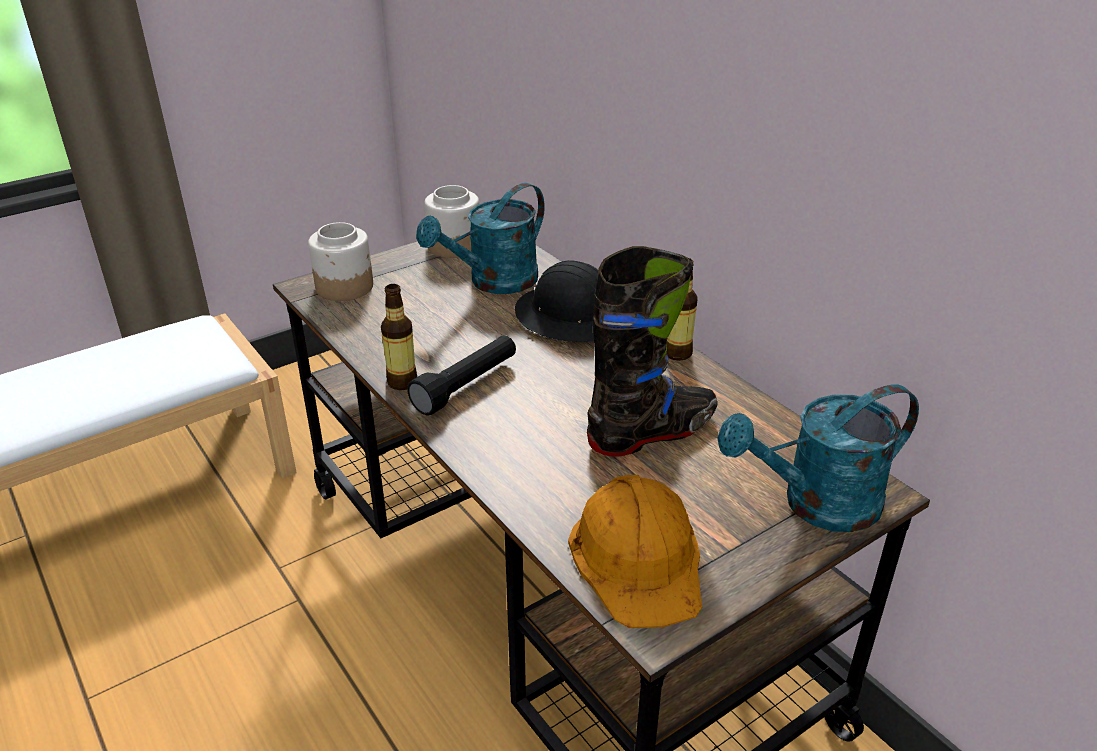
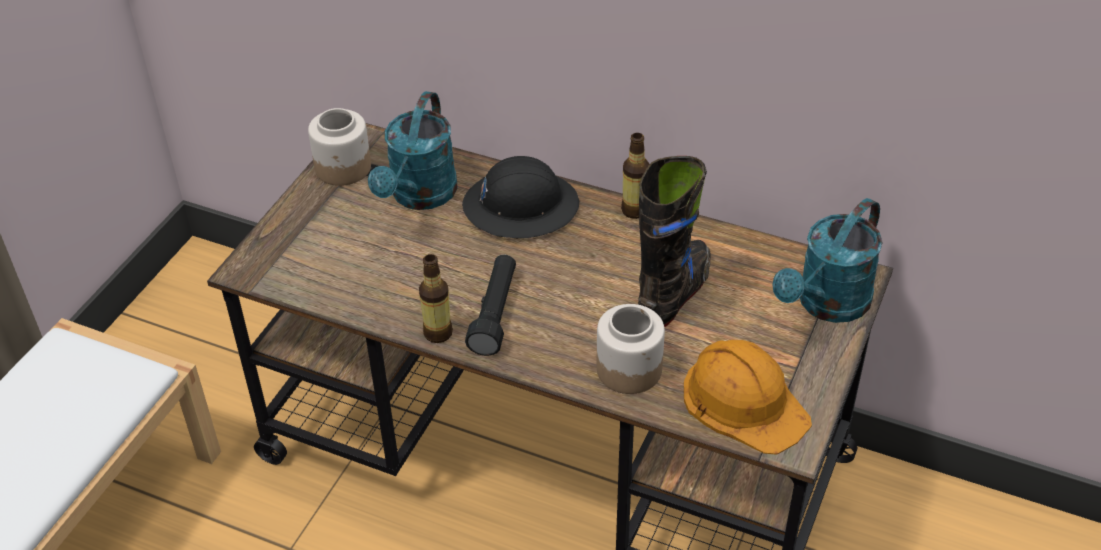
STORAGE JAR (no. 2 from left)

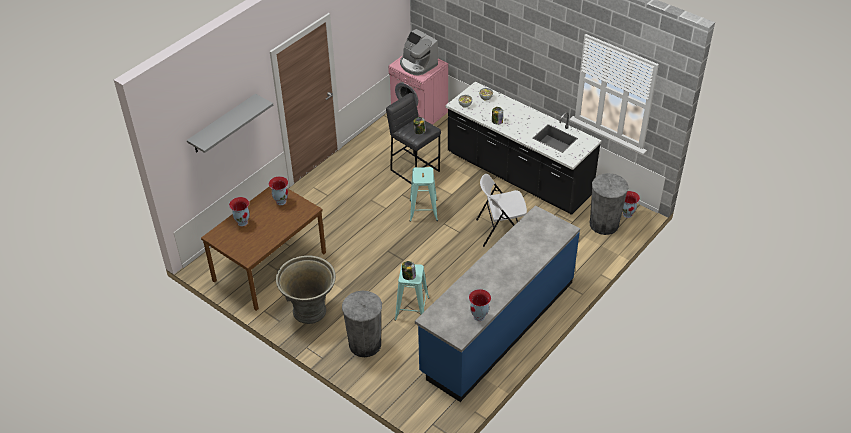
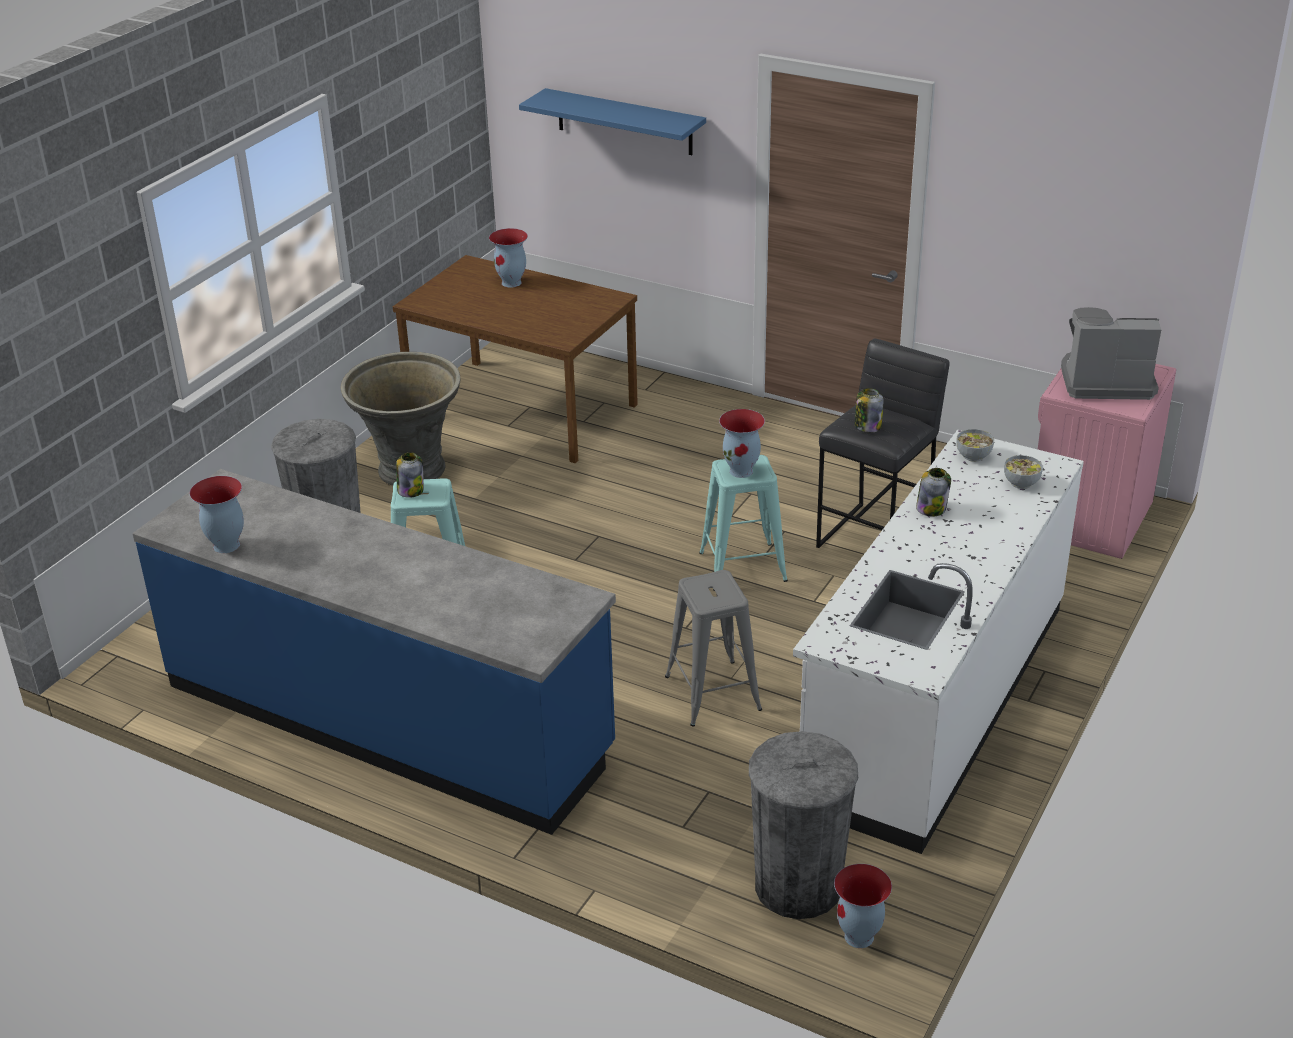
BLUISH WALL SHELF; FLOWER VASE (no. 3 from left); COFFEE MACHINE; WHITE KITCHEN COUNTER; GRAY STOOL SEAT (no. 1 from left)

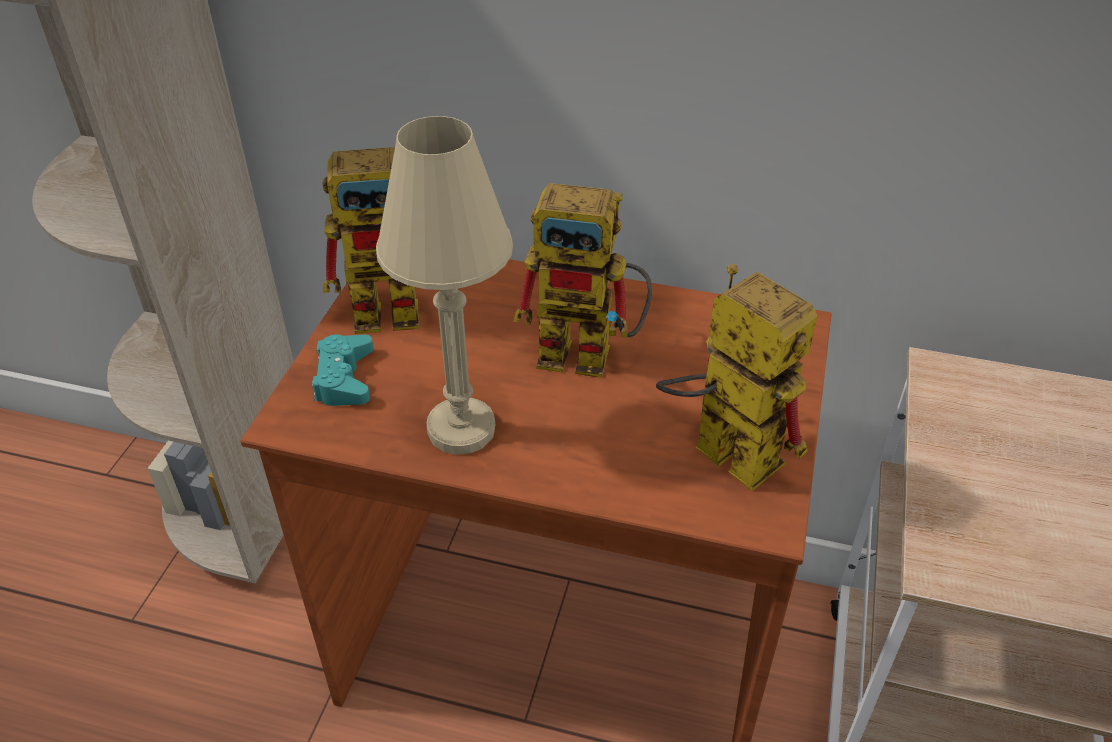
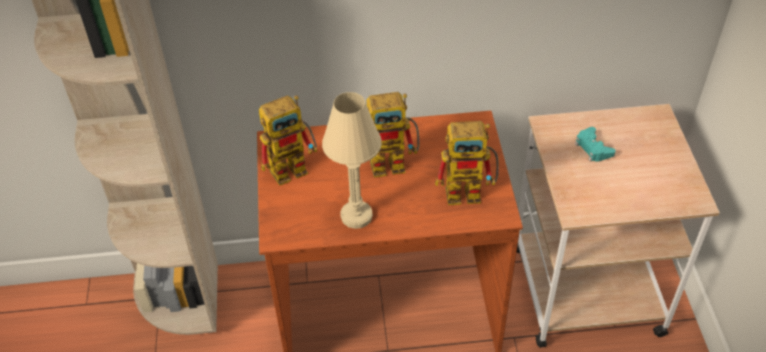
TURQUOISE-COLOURED GAME CONTROLLER; ROBOT FIGURE (no. 3 from left)

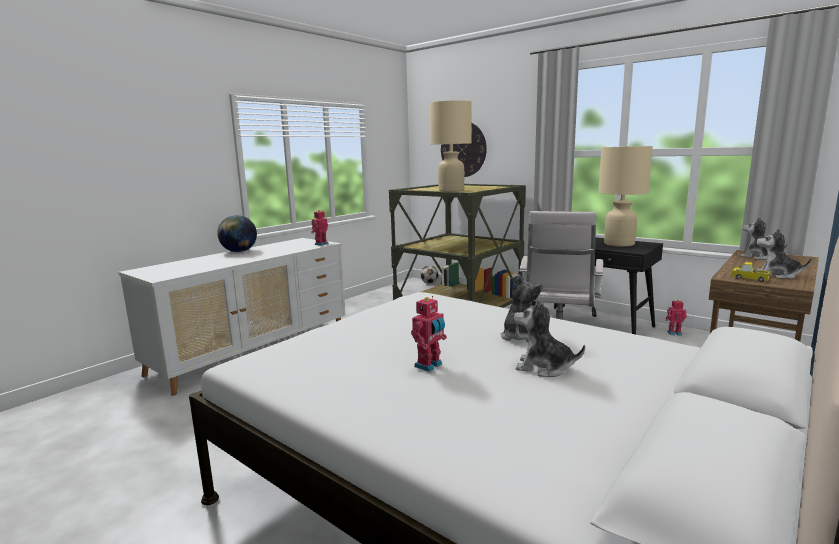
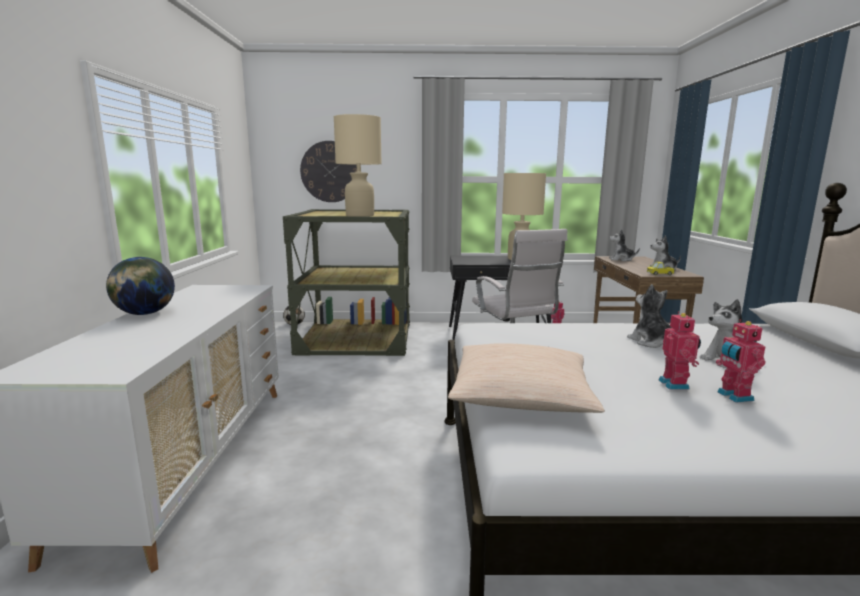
ROBOT FIGURE (no. 3 from left); BEIGE PILLOW

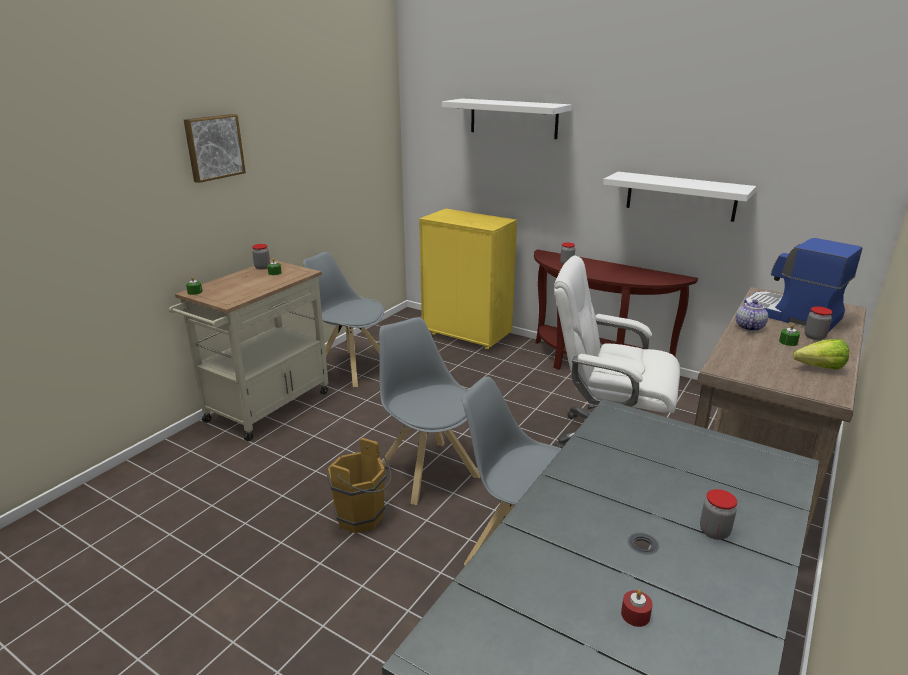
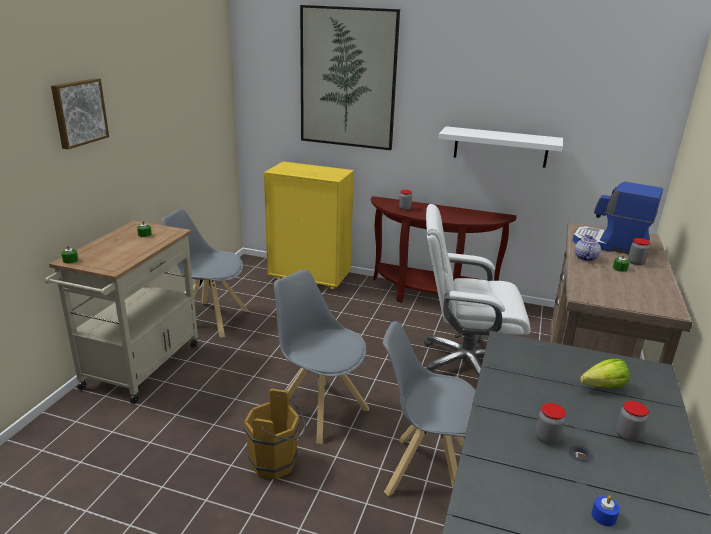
STORAGE JAR (no. 2 from left); PICTURE (no. 2 from left); BLUISH WAX CANDLE; HEAD OF LETTUCE

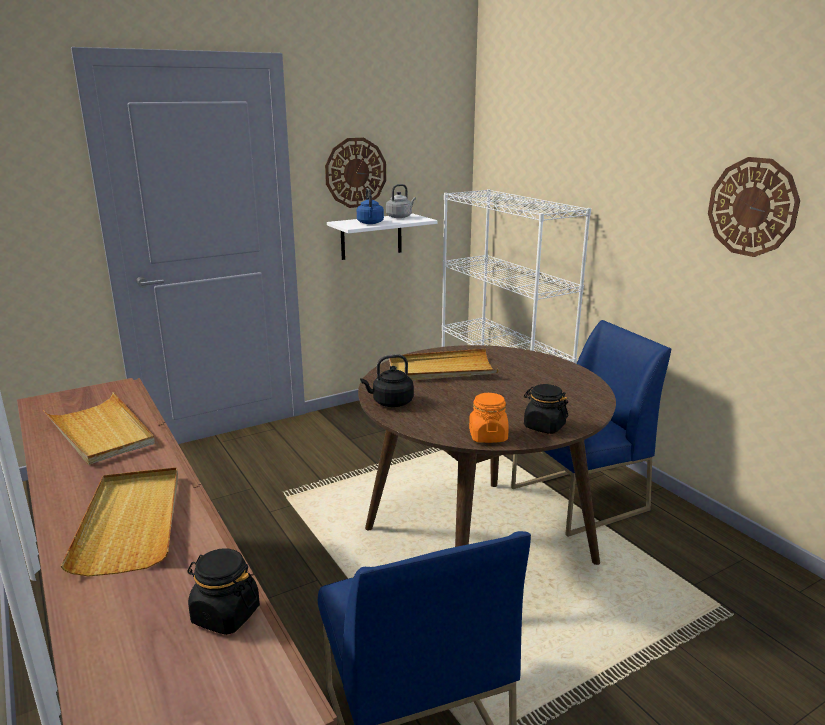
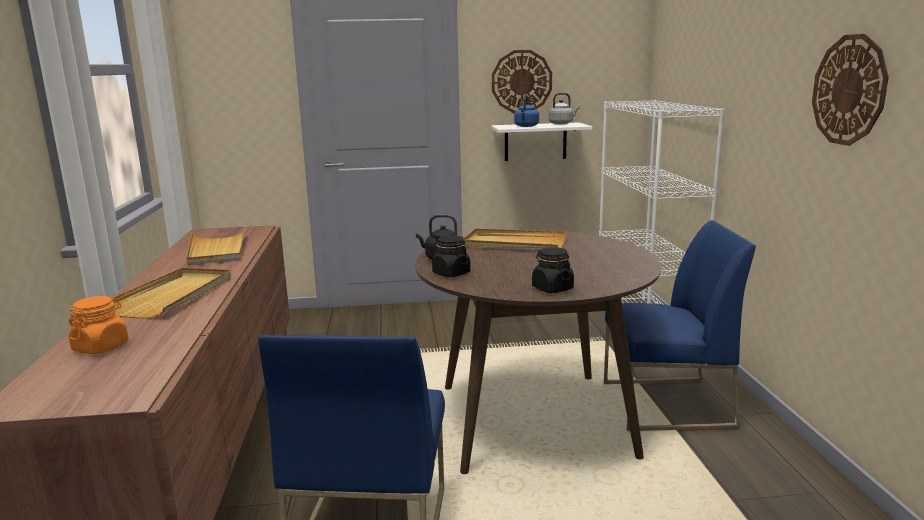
BLACK-COLOURED STORAGE JAR (no. 1 from left); ORANGE-COLOURED STORAGE JAR

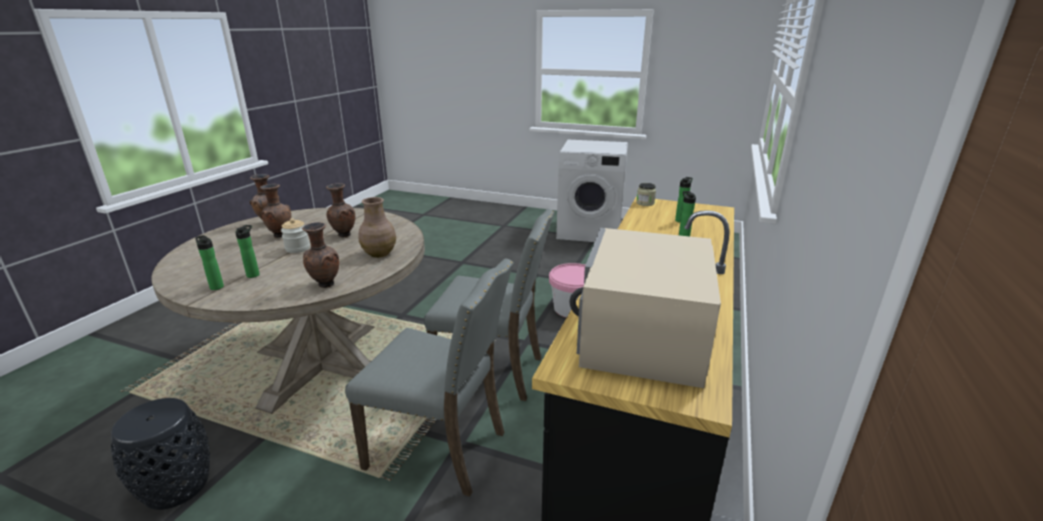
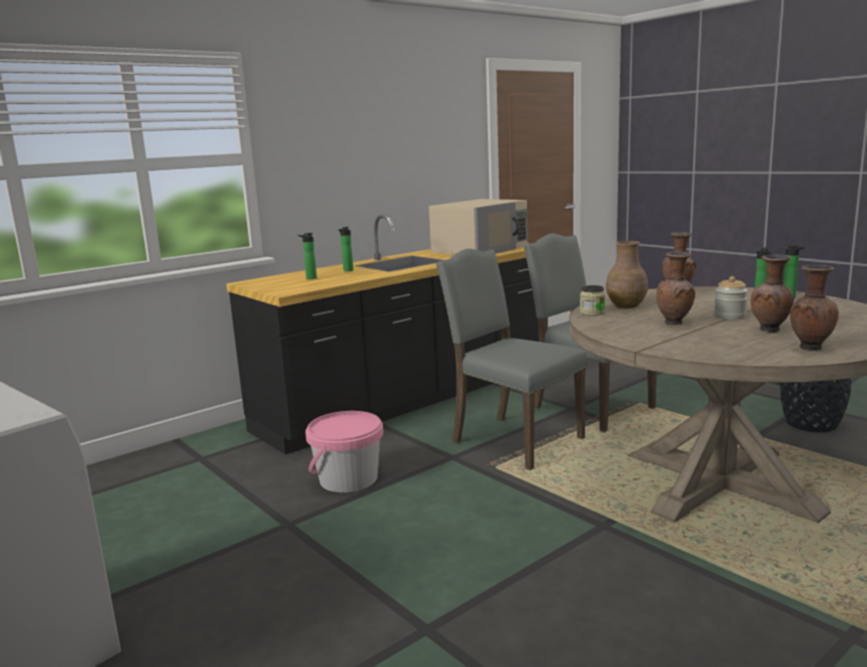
STORAGE JAR (no. 1 from left)

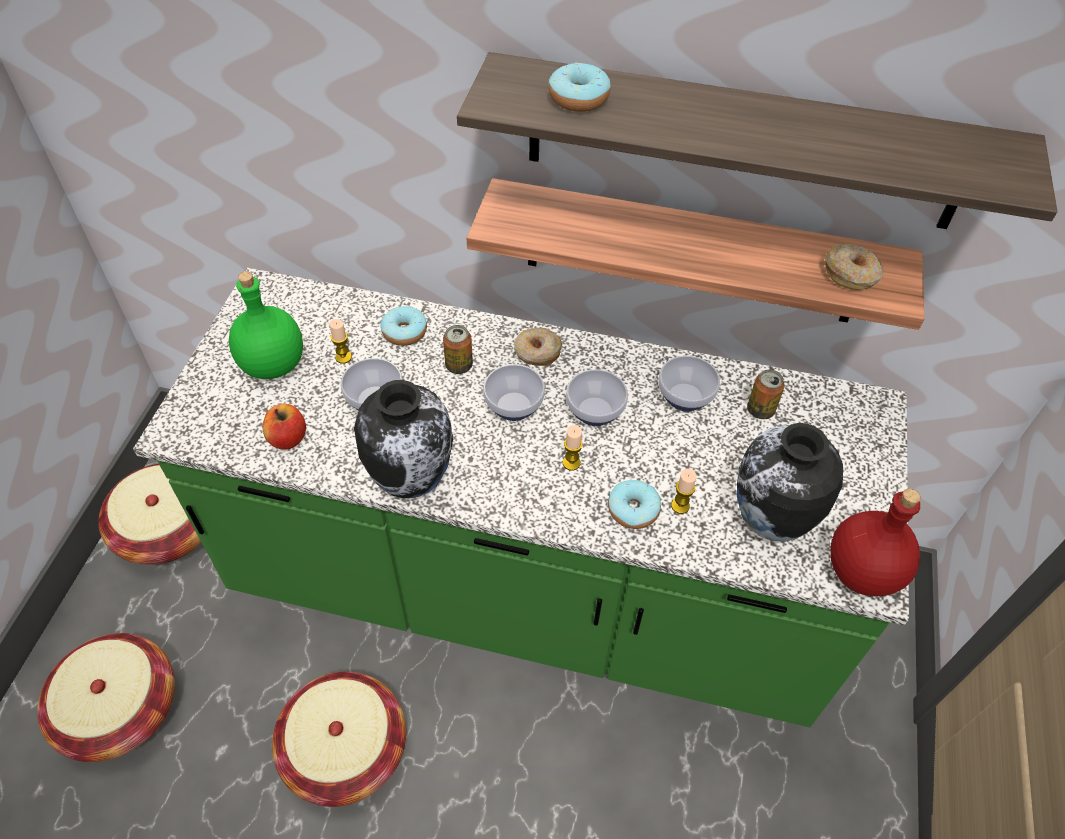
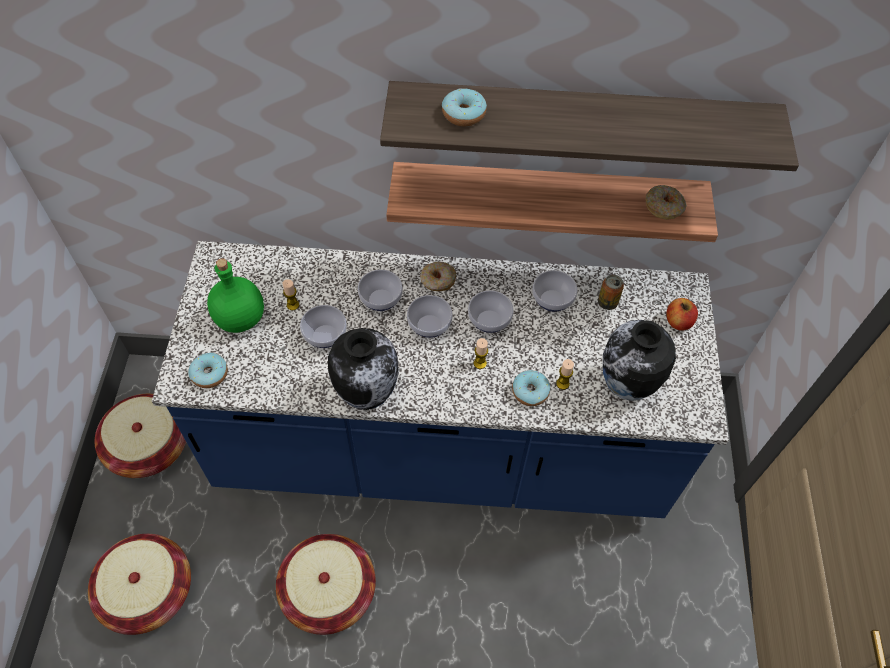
BLUISH KITCHEN COUNTER; WHOLE APPLE; DOUGHNUT (no. 1 from left); DEEP DISH (no. 2 from left); RED BOTTLE

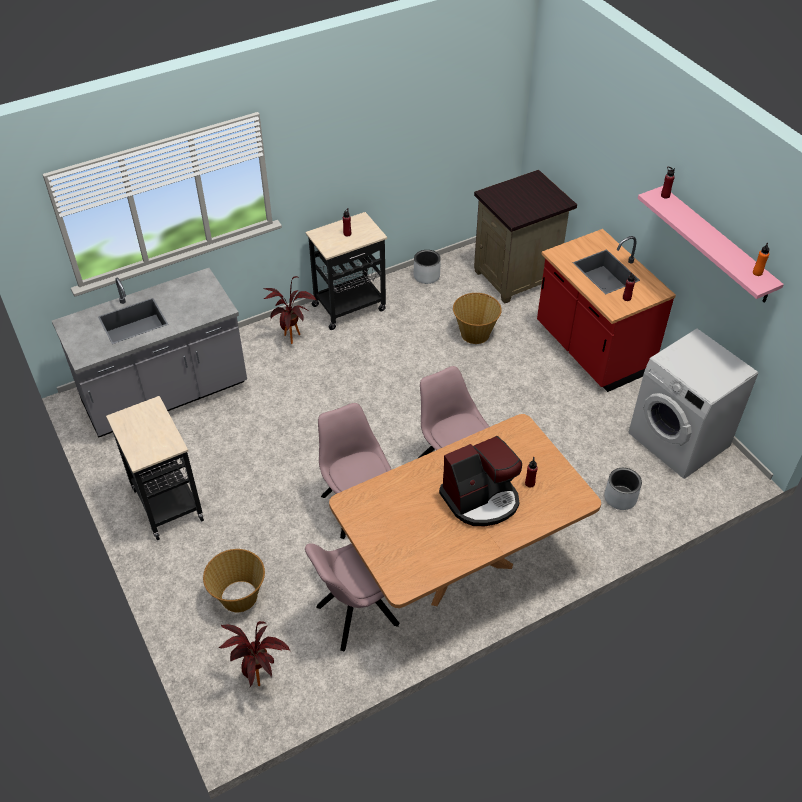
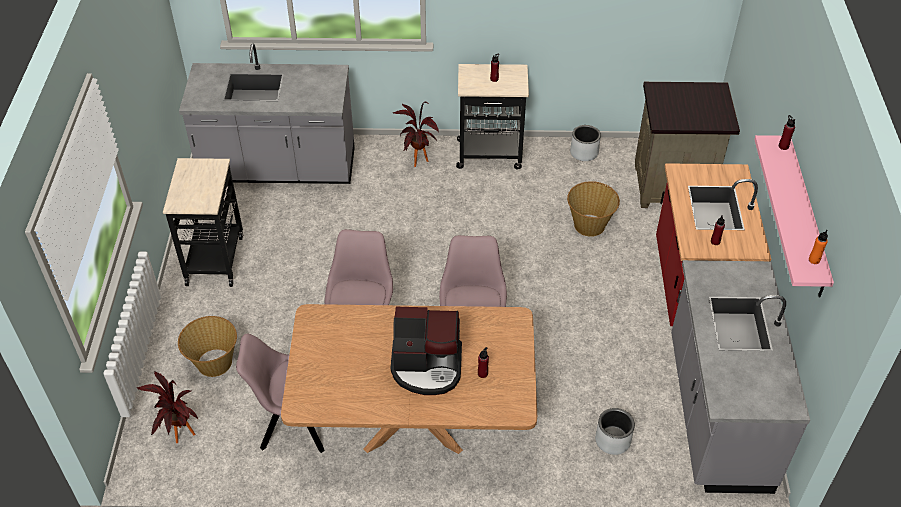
GRAY KITCHEN COUNTER (no. 2 from left)

